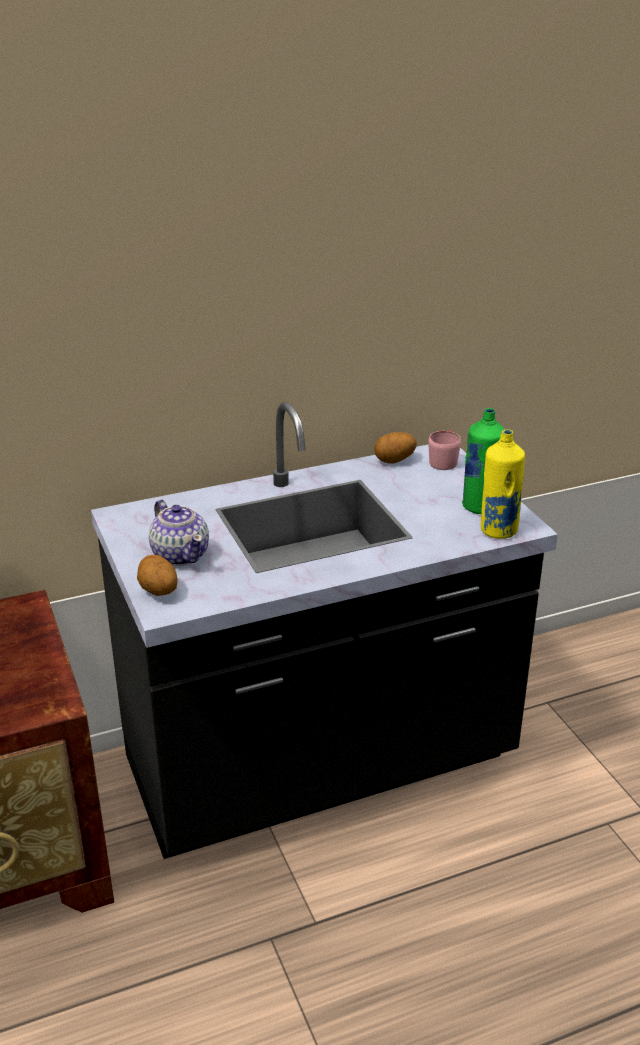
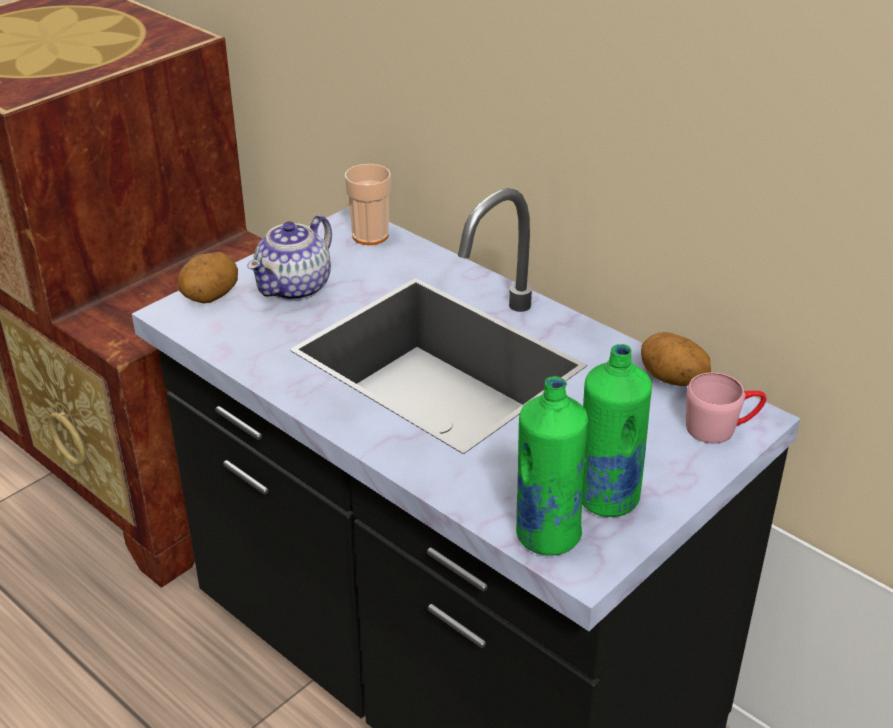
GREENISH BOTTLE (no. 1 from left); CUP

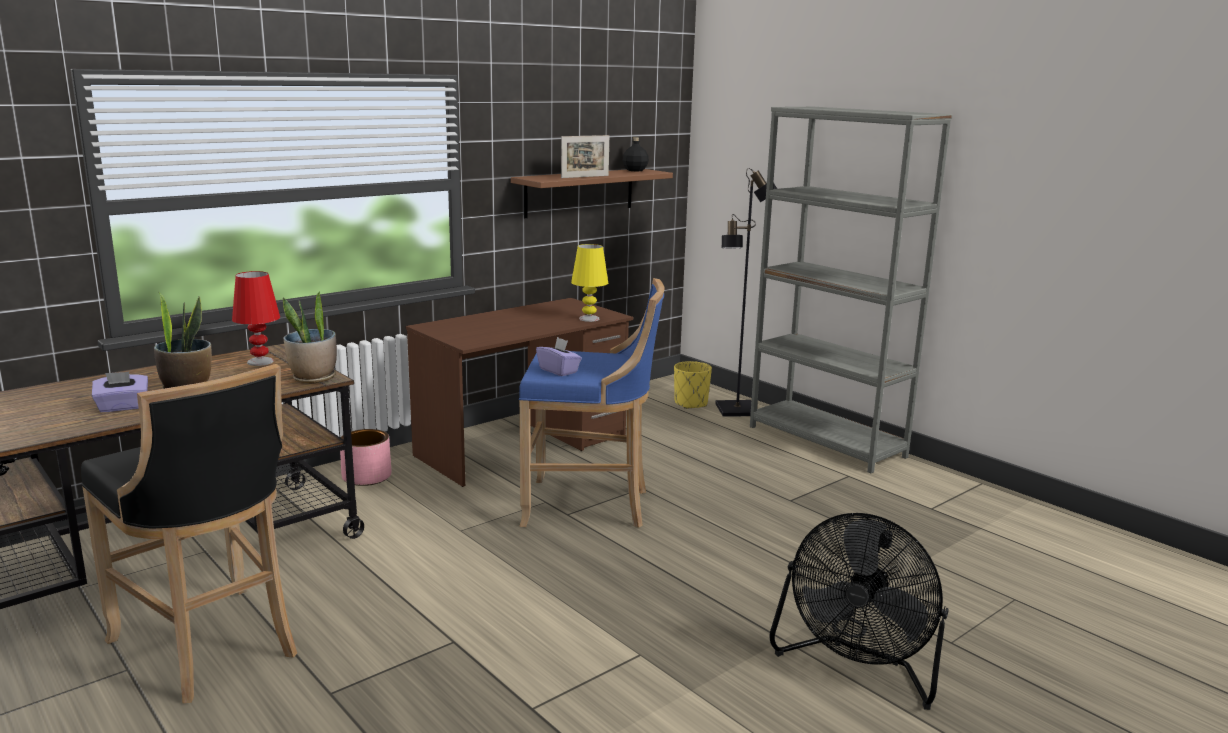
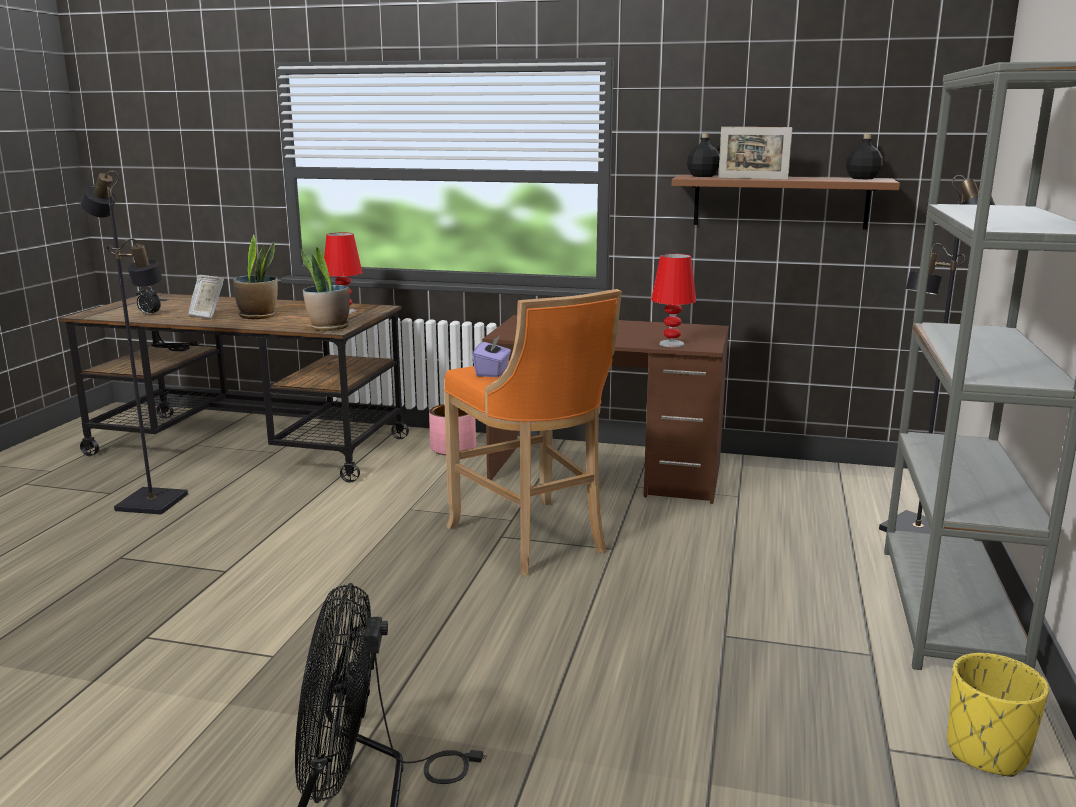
BLACK-COLOURED STANDING LAMP (no. 1 from left); PICTURE FRAME (no. 1 from left); ORANGE-COLOURED STOOL SEAT; RED TABLE LAMP (no. 2 from left); YELLOW-COLOURED PLANT POT; TABLE CLOCK; BLACK-COLOURED BOTTLE (no. 1 from left)

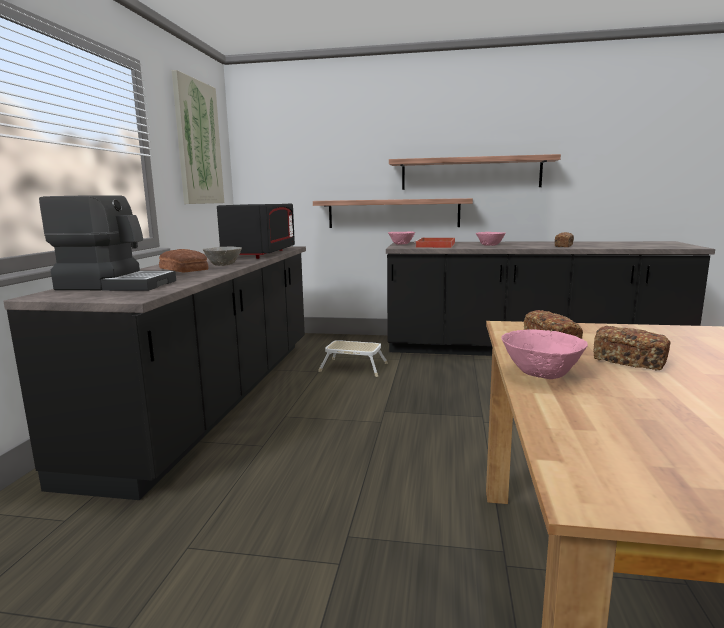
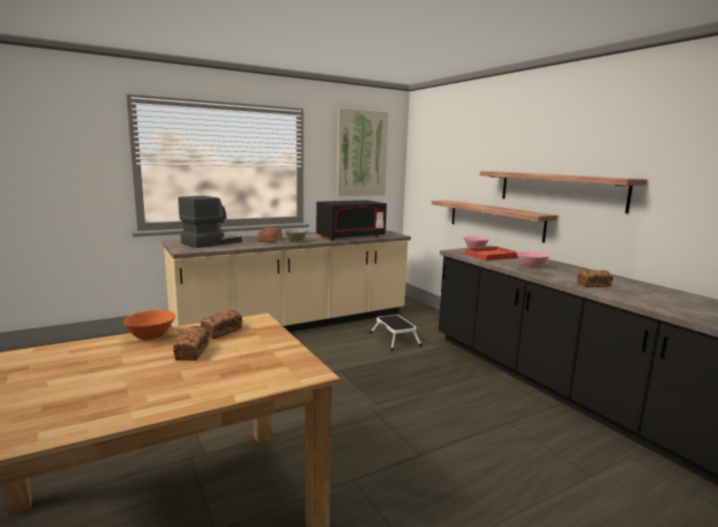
BEIGE KITCHEN COUNTER; COFFEE MACHINE; BLACK-COLOURED STEP STOOL; ORANGE-COLOURED DEEP DISH

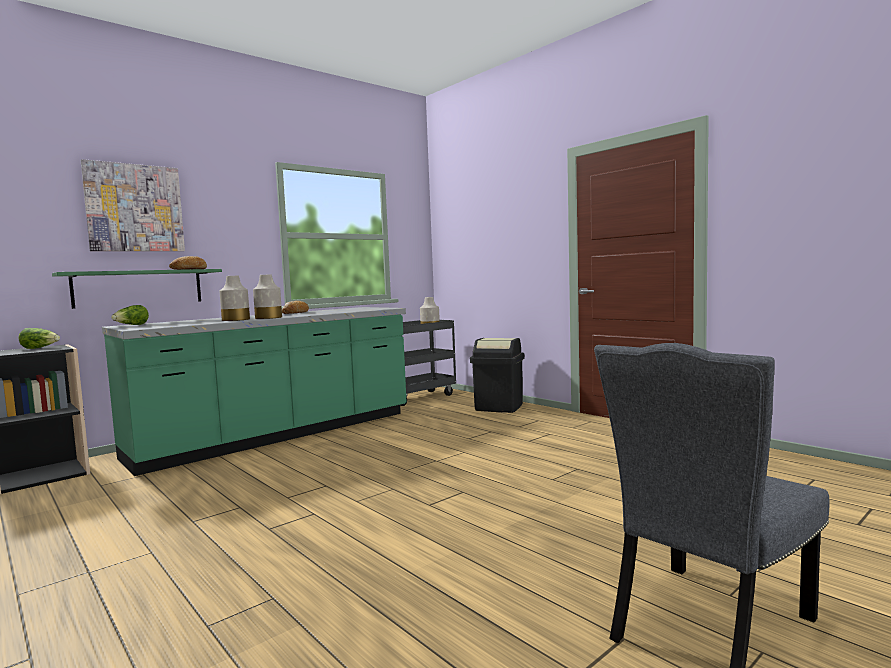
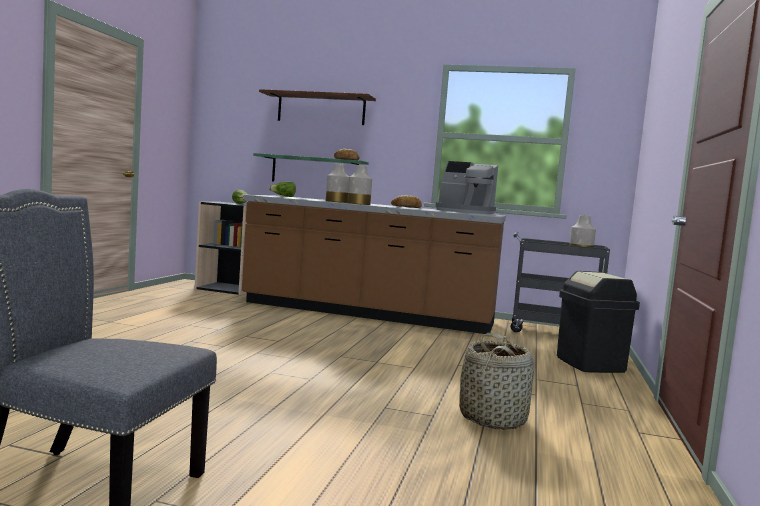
BROWN-COLOURED WALL SHELF; BROWN-COLOURED KITCHEN COUNTER; COFFEE MACHINE; BASKET

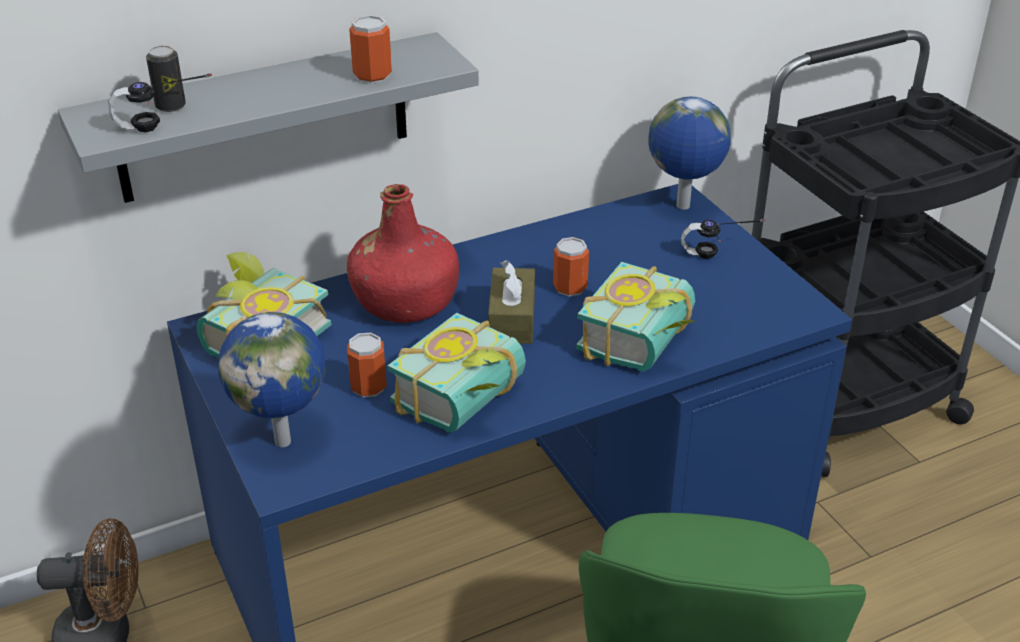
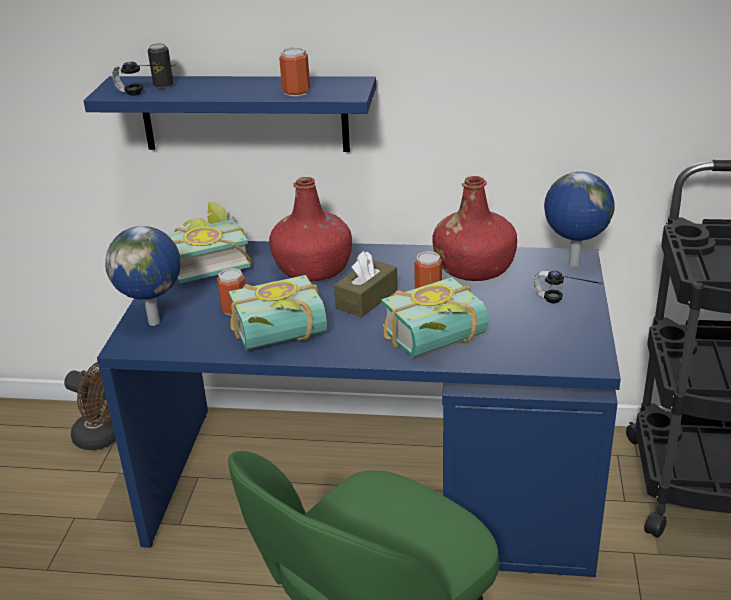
BLUISH WALL SHELF; RED BOTTLE (no. 2 from left)

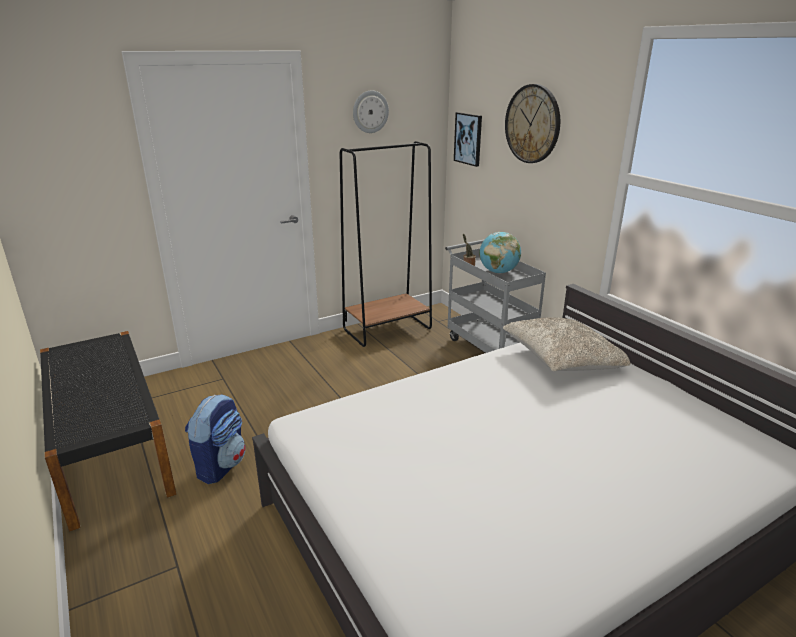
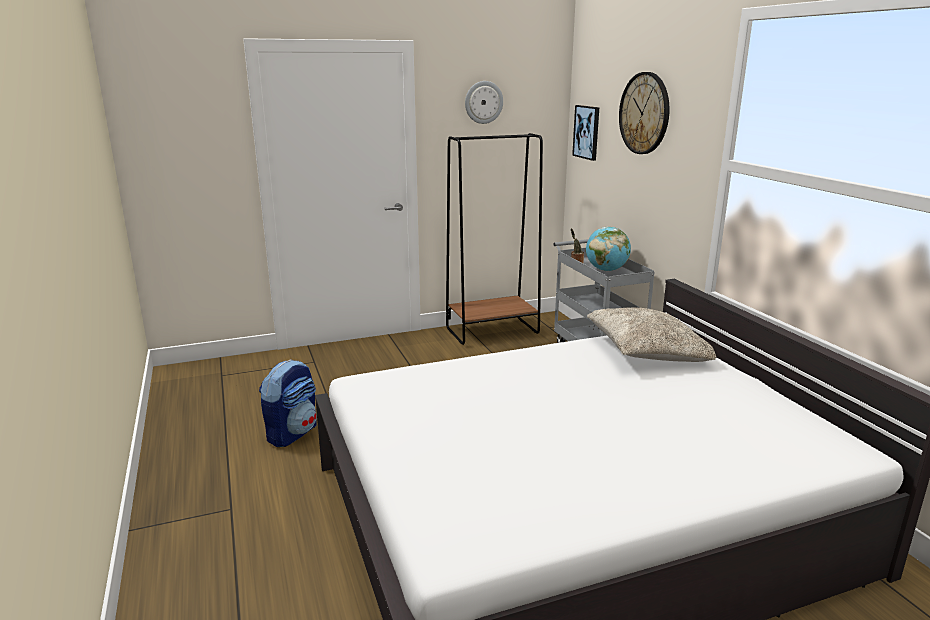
BLACK-COLOURED LONG SEAT

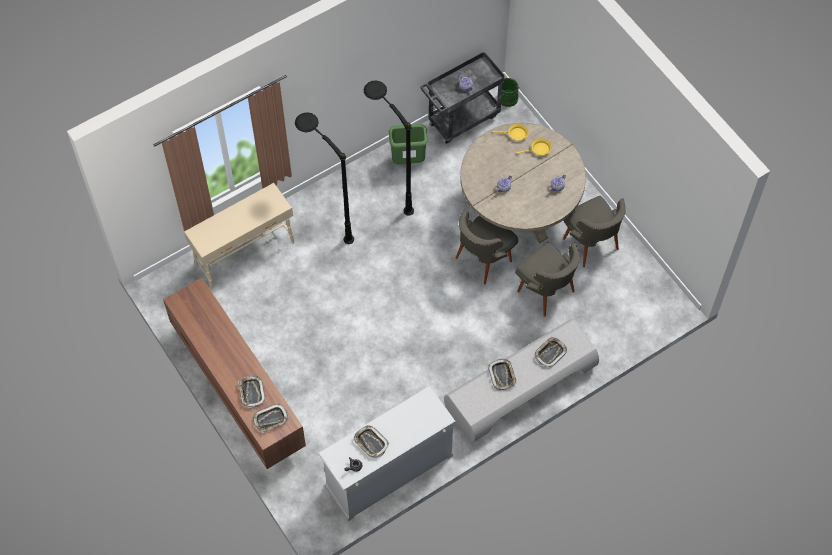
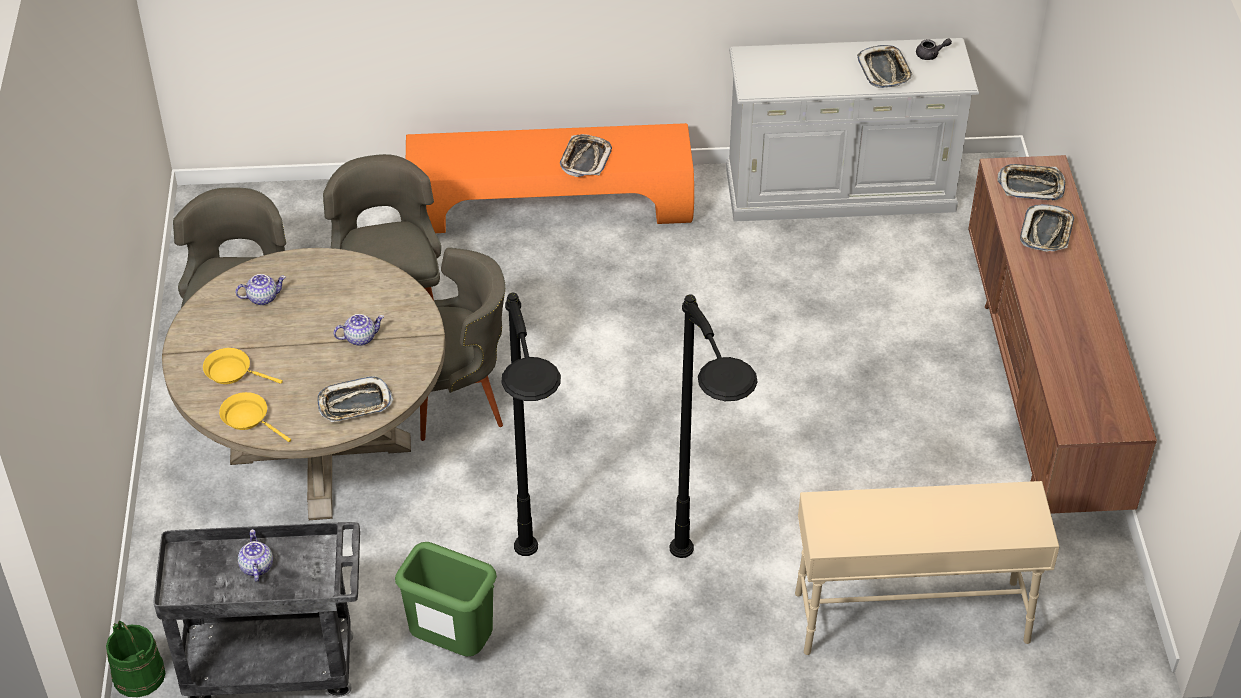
ORANGE-COLOURED LONG SEAT; SERVING TRAY (no. 1 from left)

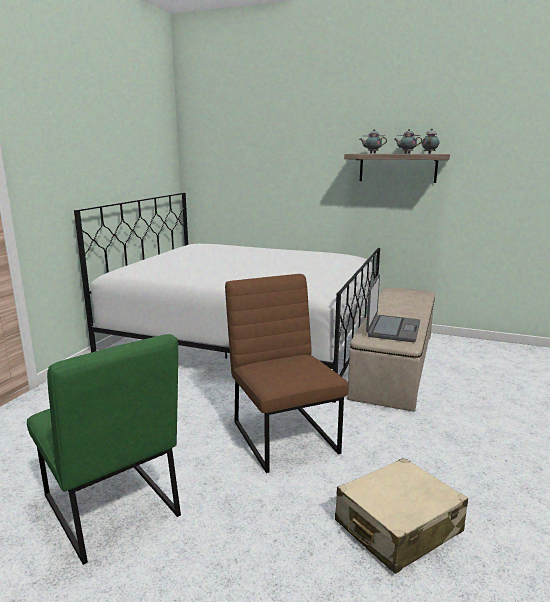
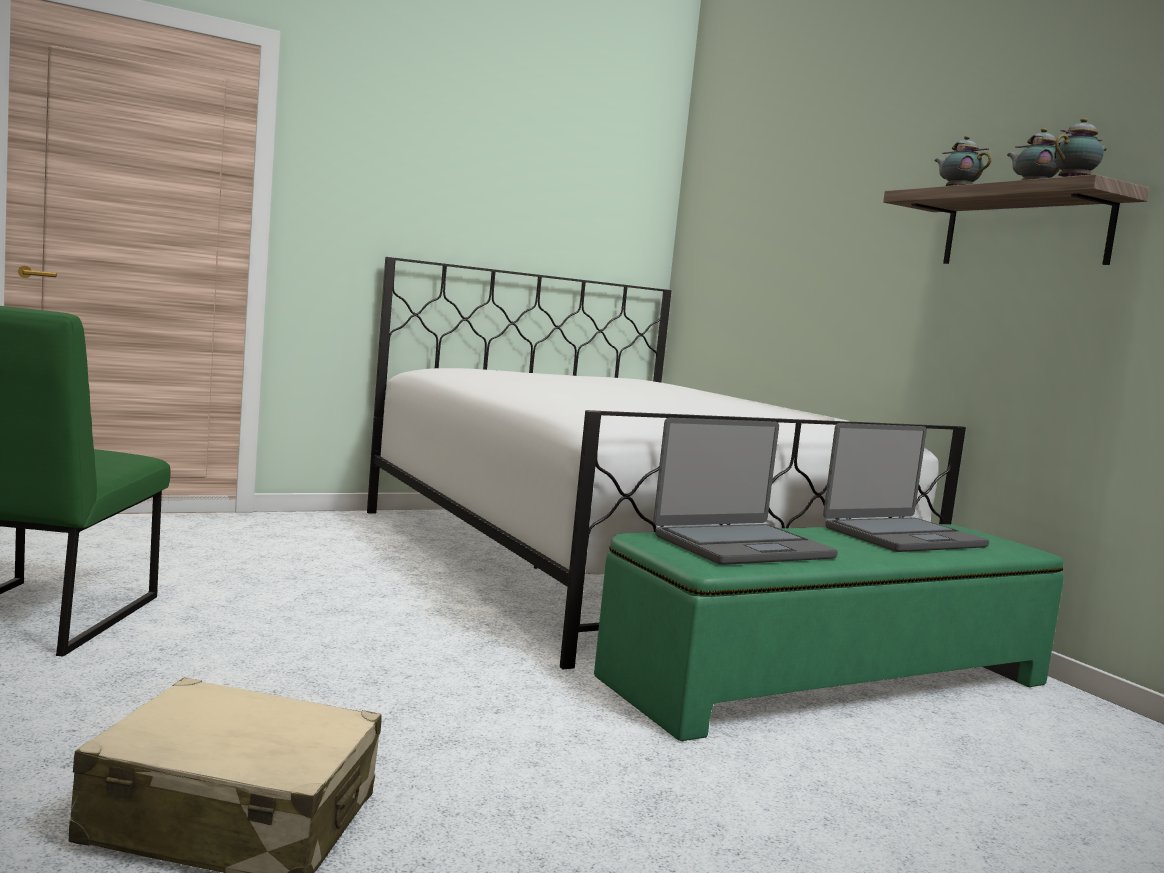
BROWN-COLOURED CHAIR; GREENISH LONG SEAT; PORTABLE COMPUTER (no. 2 from left)

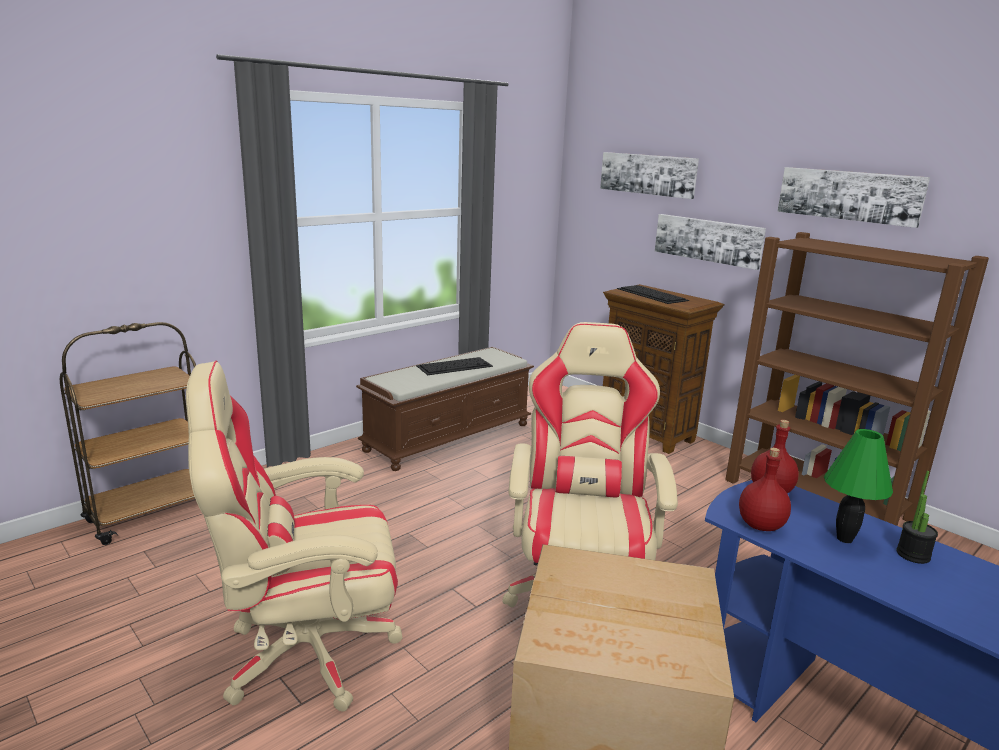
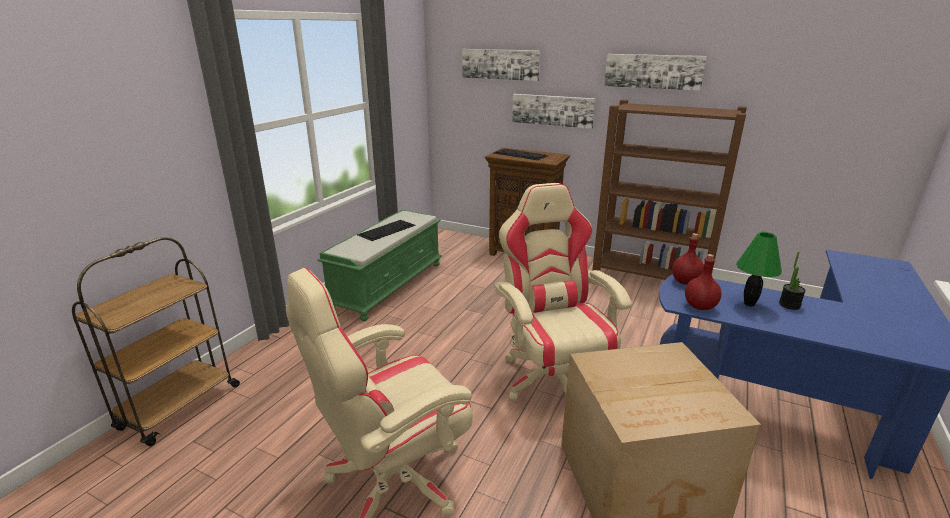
GREENISH LONG SEAT

